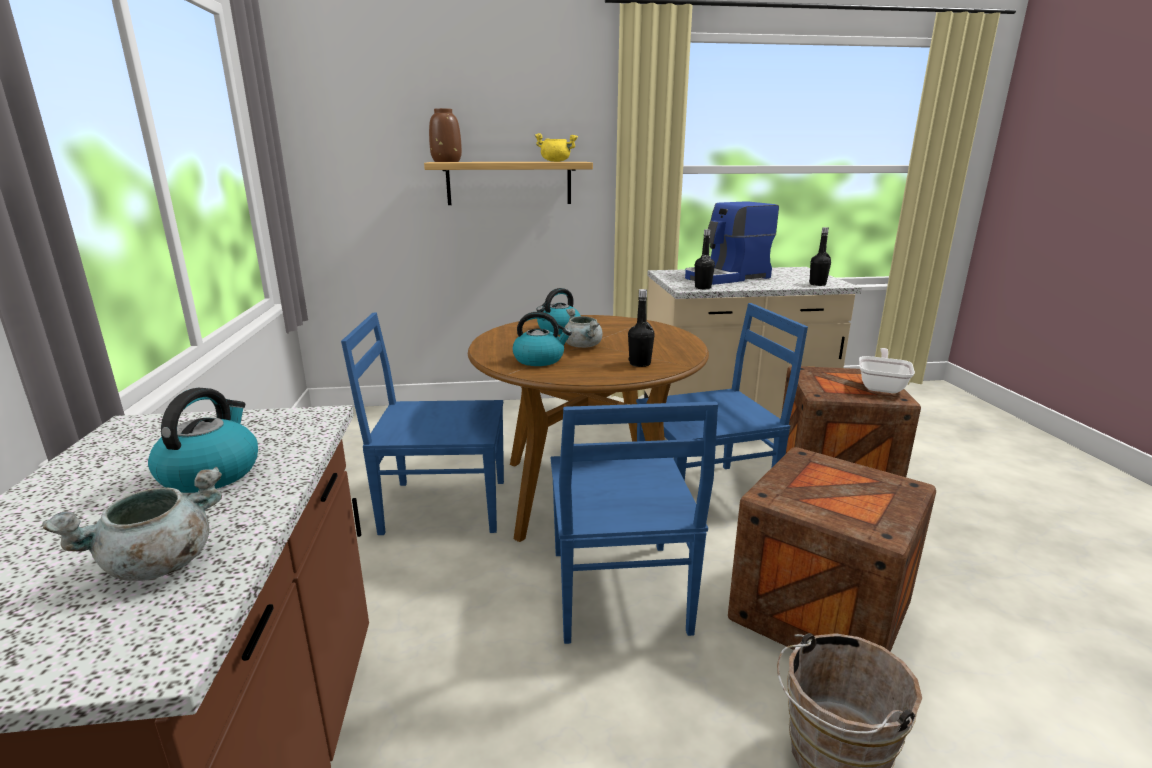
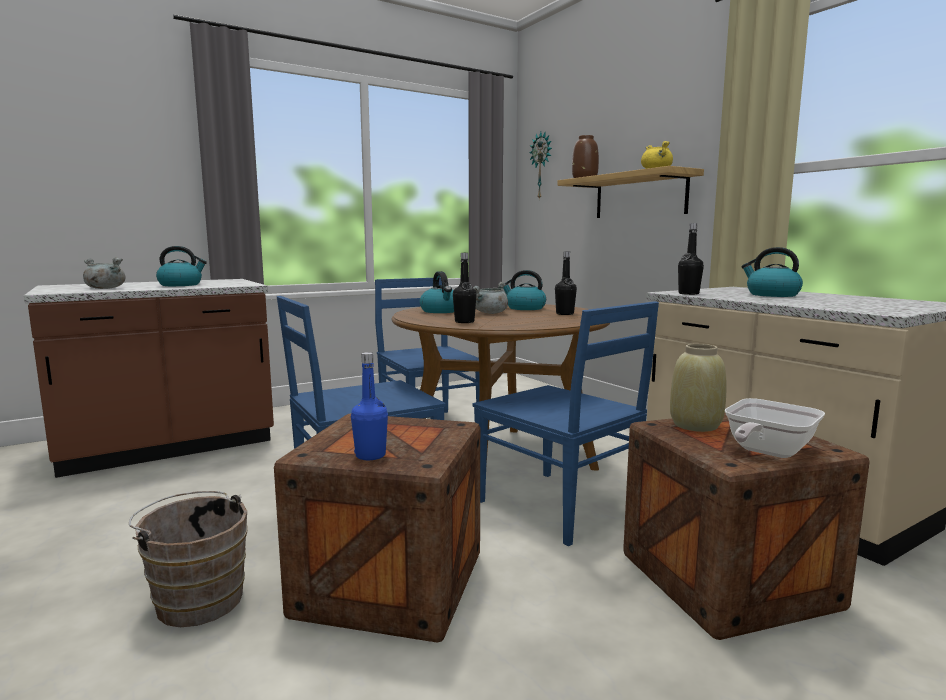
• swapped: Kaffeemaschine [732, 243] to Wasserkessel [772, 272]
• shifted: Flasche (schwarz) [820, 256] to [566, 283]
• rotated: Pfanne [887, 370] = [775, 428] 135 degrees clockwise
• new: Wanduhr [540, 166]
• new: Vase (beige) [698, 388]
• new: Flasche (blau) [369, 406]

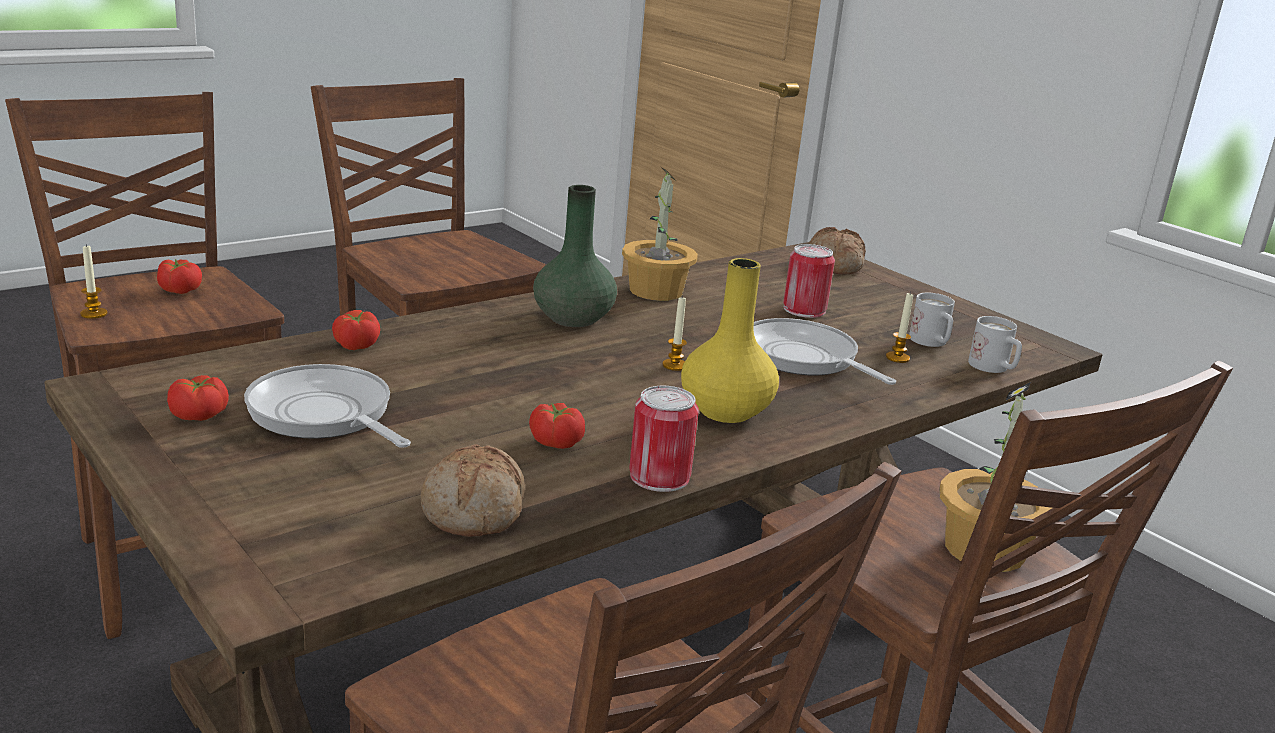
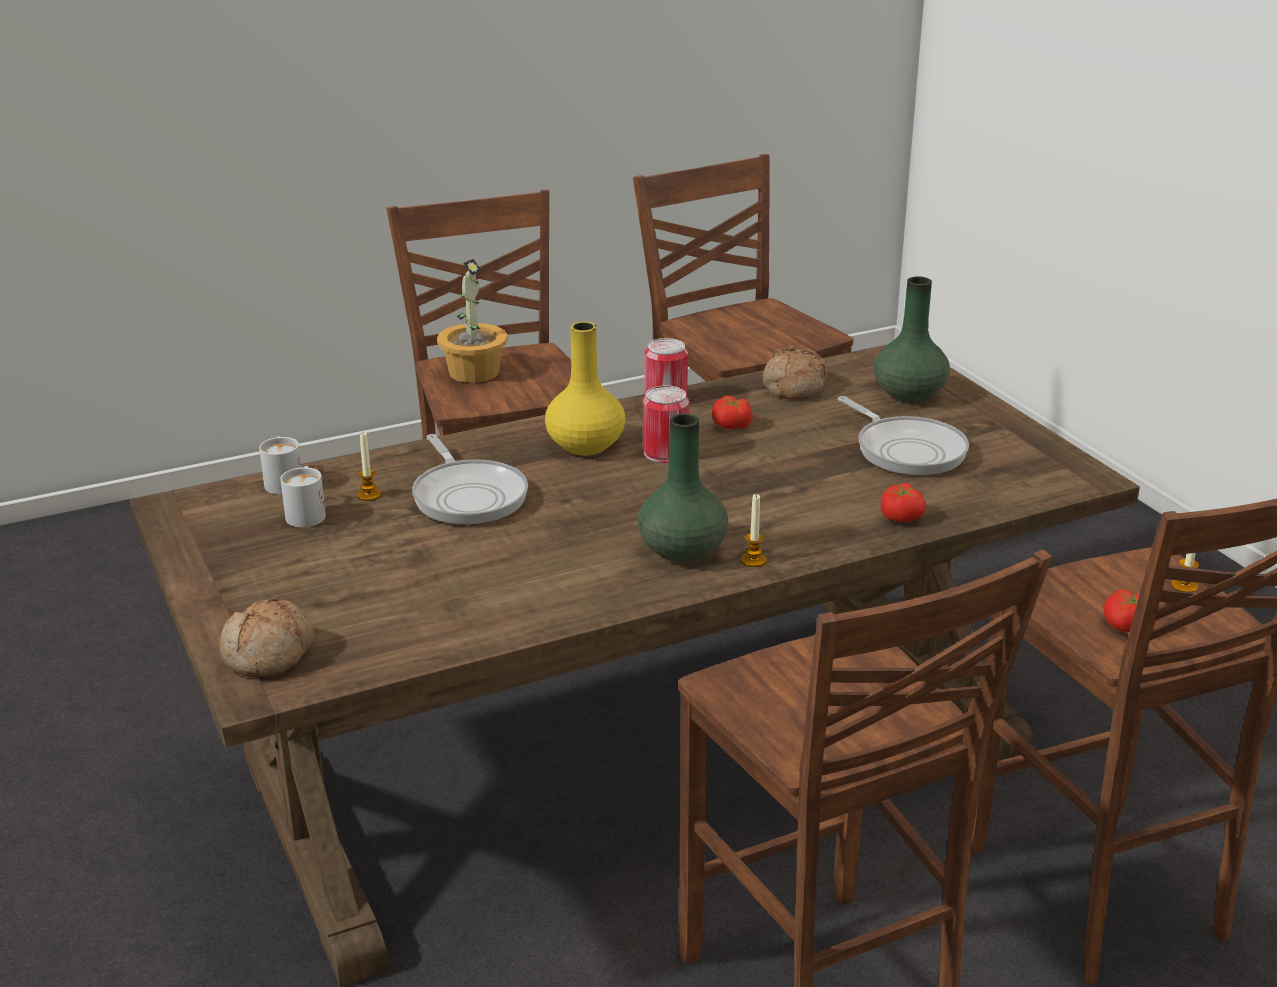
• gone: Topfpflanze [660, 234]
• shifted: Dose [809, 281] to [666, 424]
• shifted: Kerze [674, 333] to [754, 530]
• gone: Tomate [198, 398]
• new: Vase (grün) [912, 339]

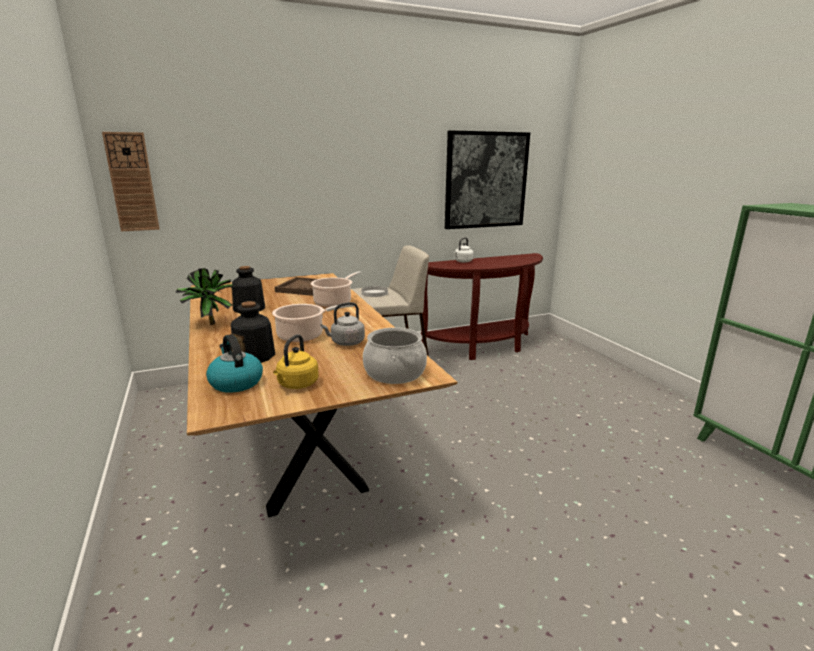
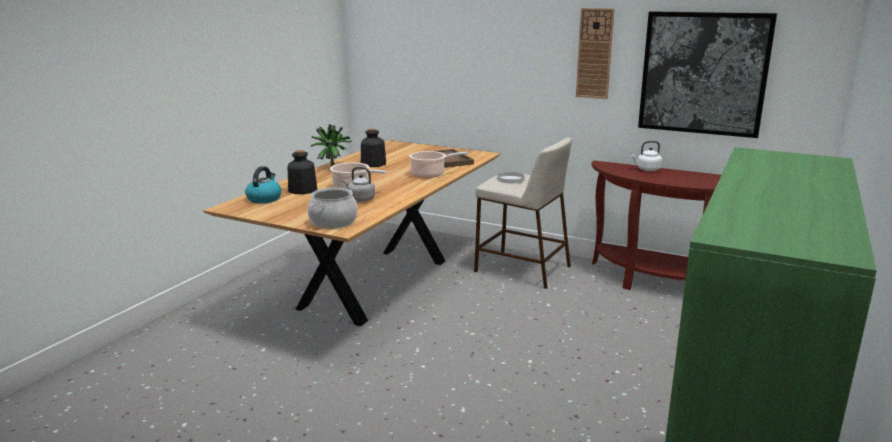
• shifted: Wanduhr [130, 181] to [595, 53]
• gone: Wasserkessel (gelb) [296, 361]

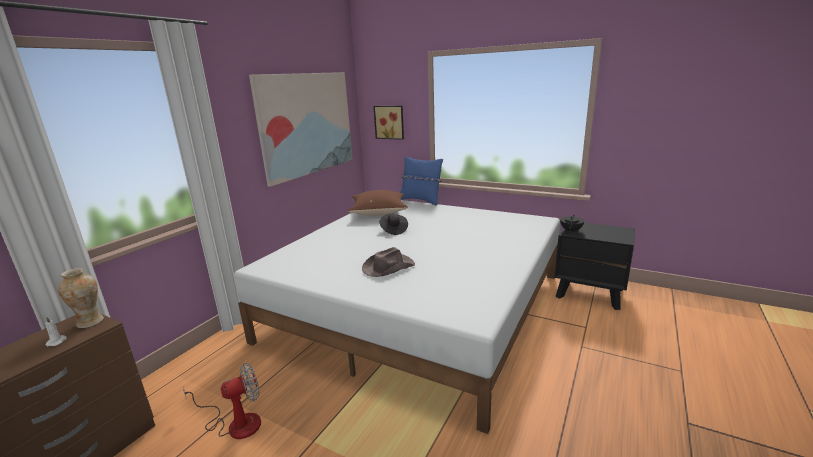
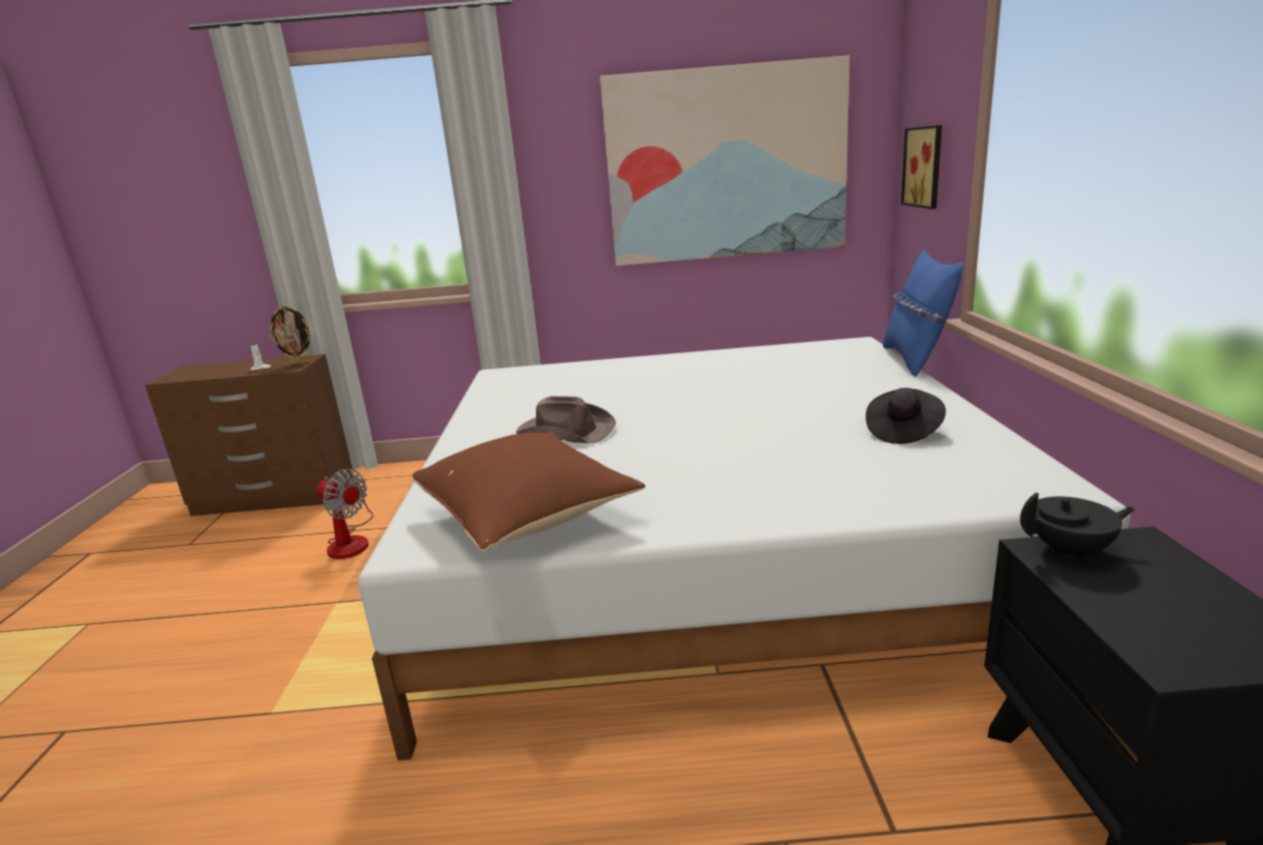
• shifted: Kissen (braun) [378, 203] to [529, 491]
• shifted: Hut (schwarz) [394, 224] to [906, 416]
• swapped: Vase [81, 298] to Bilderrahmen [290, 335]

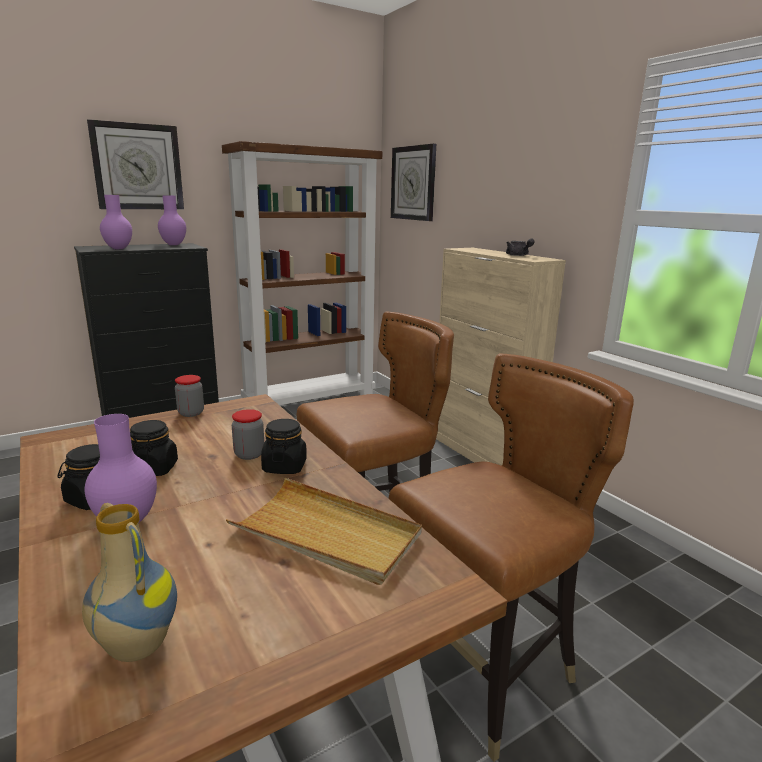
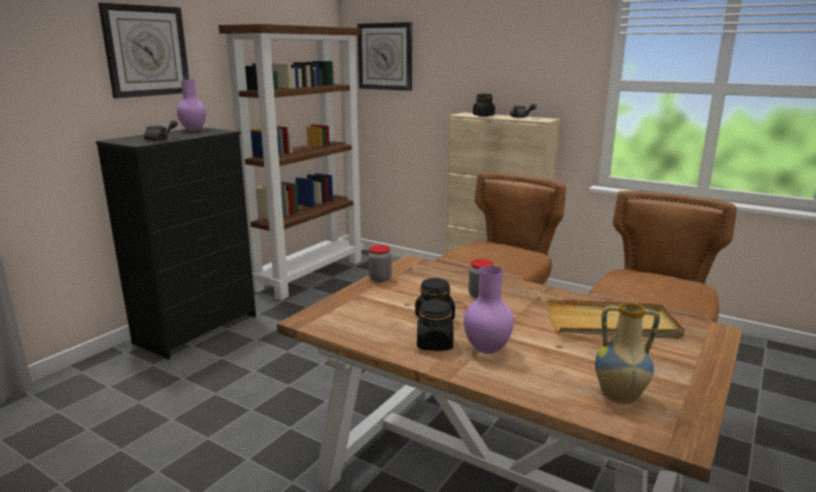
• swapped: Vase (lila) [116, 222] to Teekanne (grau) [161, 130]
• shifted: Vorratsglas (schwarz) [284, 446] to [484, 105]

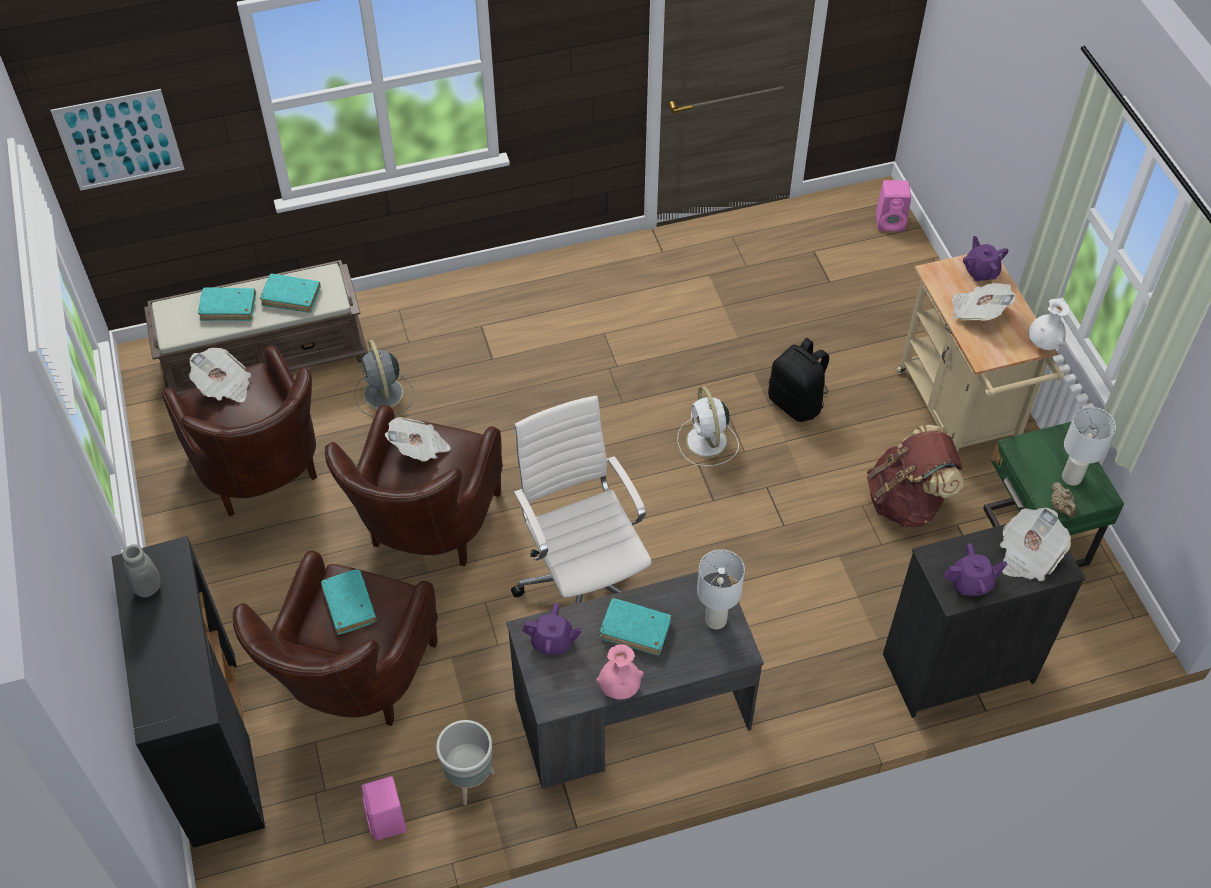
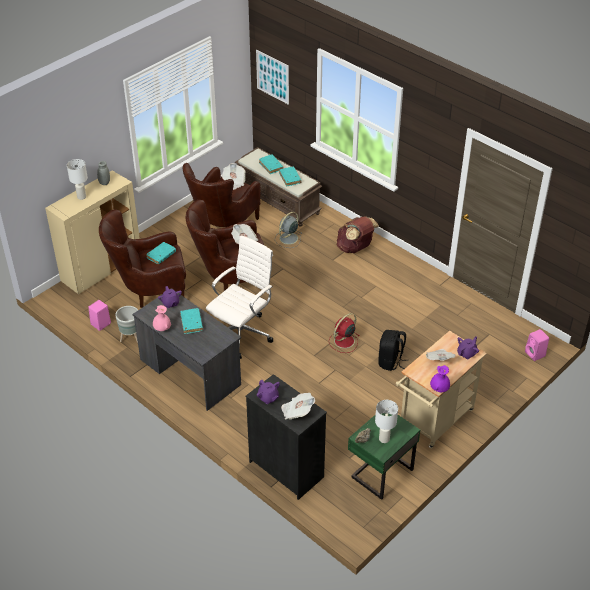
• repainted: Vase (weiß) [1049, 324] to Vase (lila) [440, 379]
• repainted: Ventilator (weiß) [708, 426] to Ventilator (rot) [344, 333]
• shifted: Rucksack (braun) [915, 476] to [358, 234]
• repainted: Schrank (schwarz) [188, 692] to Schrank (beige) [92, 232]
• shifted: Tischlampe (weiß) [721, 589] to [77, 179]

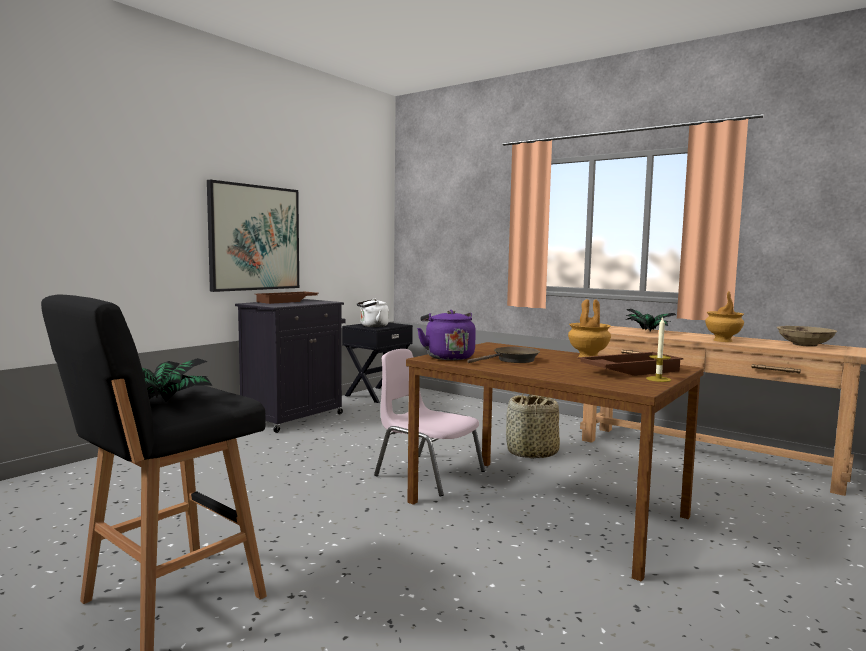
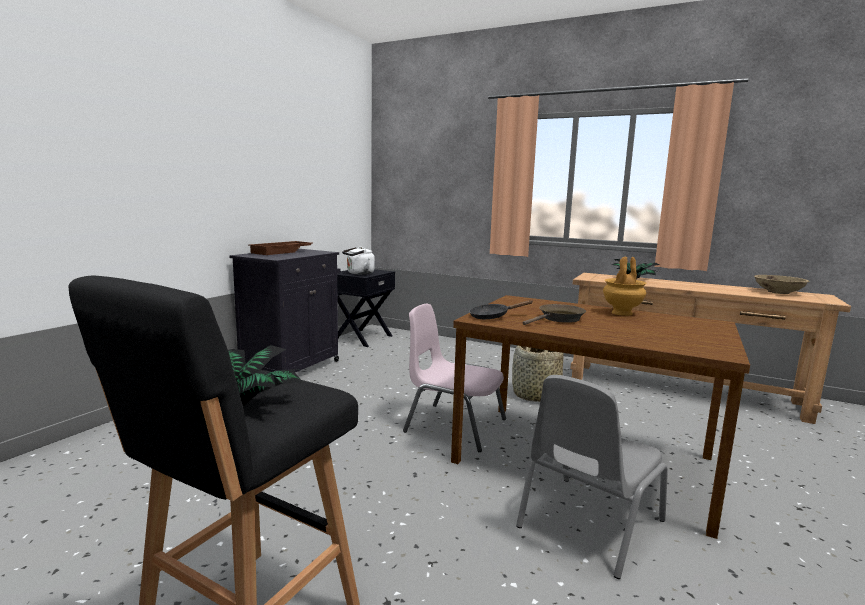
• gone: Bild [253, 236]
• gone: Vase (braun) [724, 316]
• swapped: Wasserkessel (lila) [446, 335] to Pfanne (schwarz) [501, 309]
• gone: Kerze [658, 349]
• gone: Tablett (braun) [631, 364]
• new: Stuhl (grau) [592, 477]

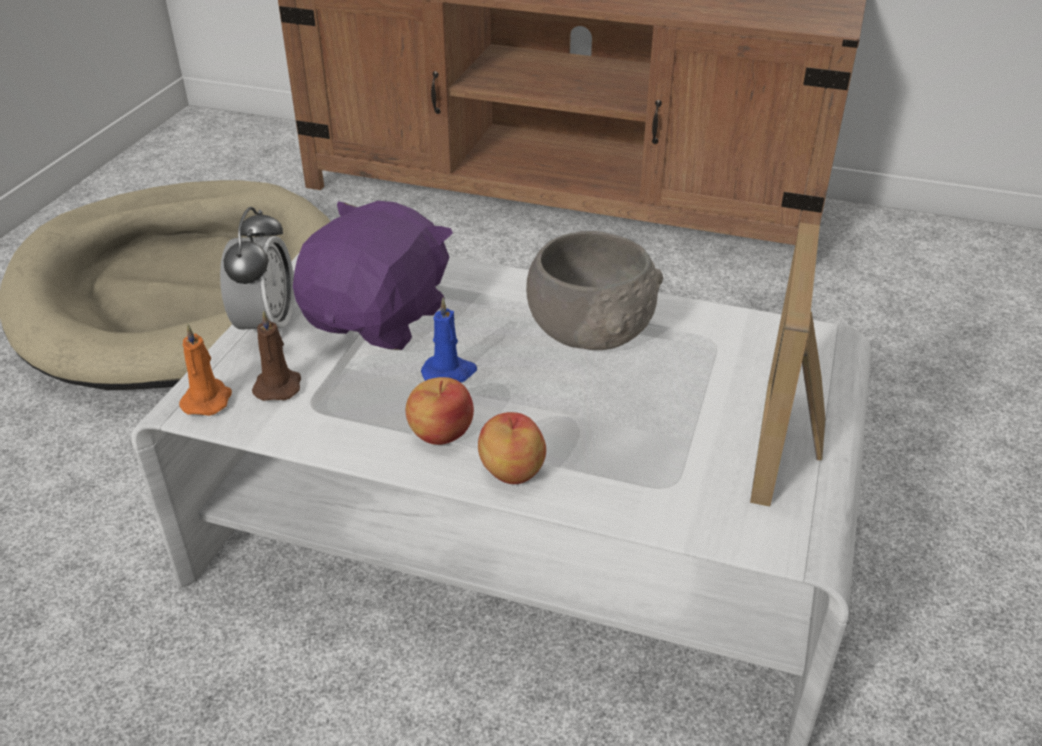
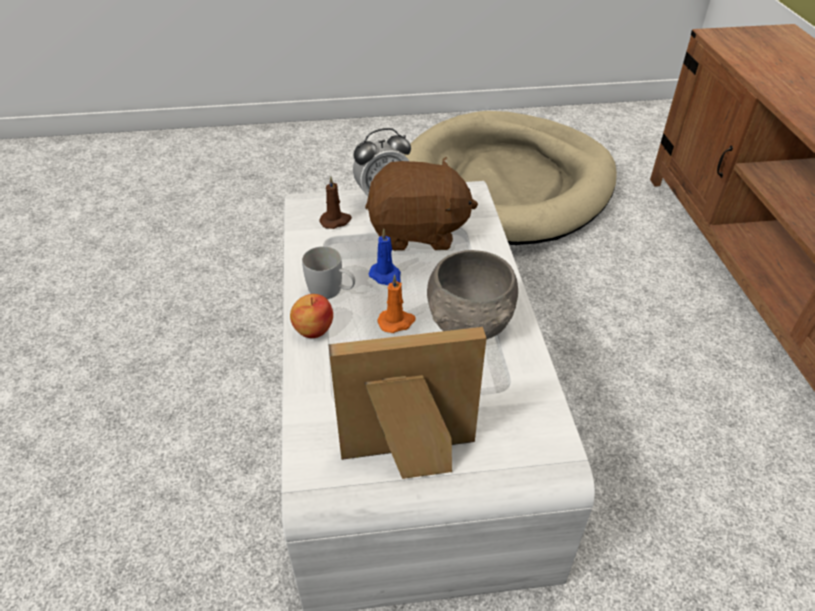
• repainted: Plüschtier (lila) [373, 275] to Plüschtier (braun) [421, 204]
• shifted: Kerze (orange) [205, 370] to [396, 304]
• swapped: Apfel [440, 411] to Henkelbecher (weiß) [328, 272]

